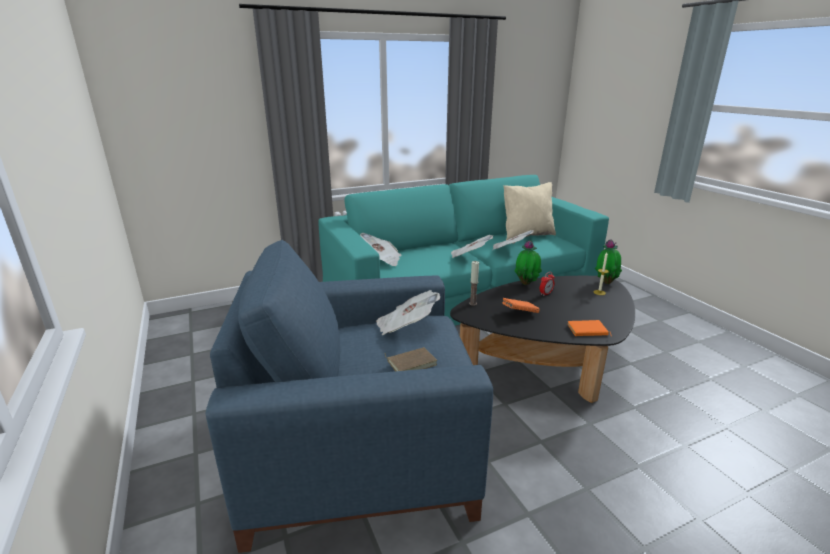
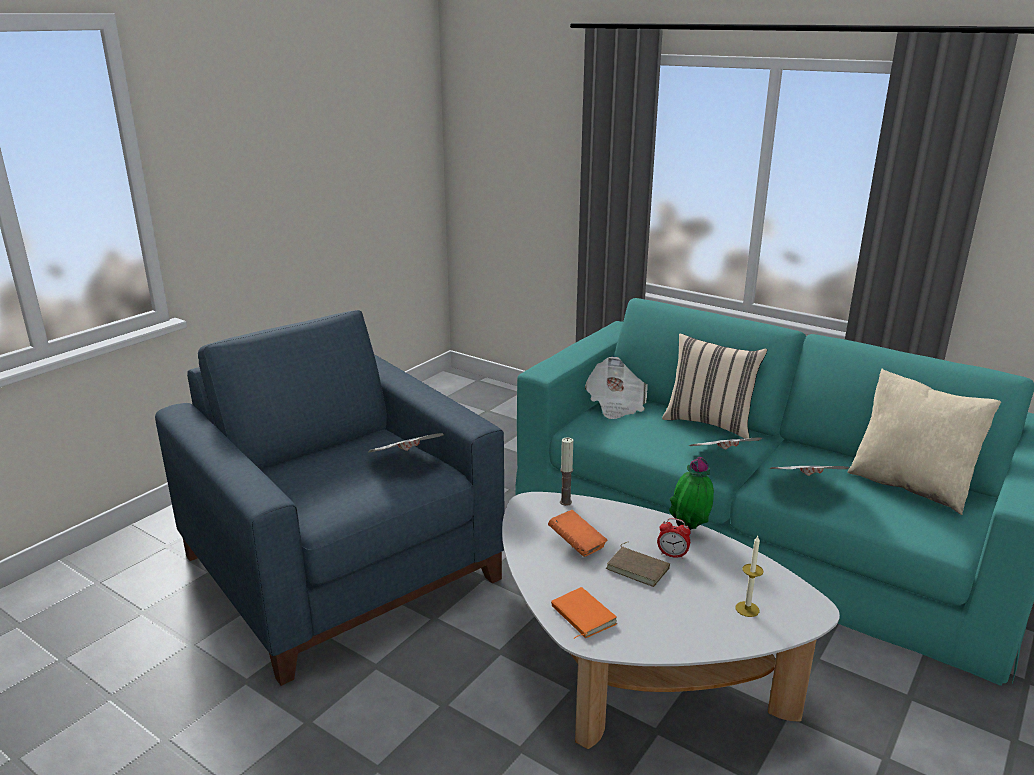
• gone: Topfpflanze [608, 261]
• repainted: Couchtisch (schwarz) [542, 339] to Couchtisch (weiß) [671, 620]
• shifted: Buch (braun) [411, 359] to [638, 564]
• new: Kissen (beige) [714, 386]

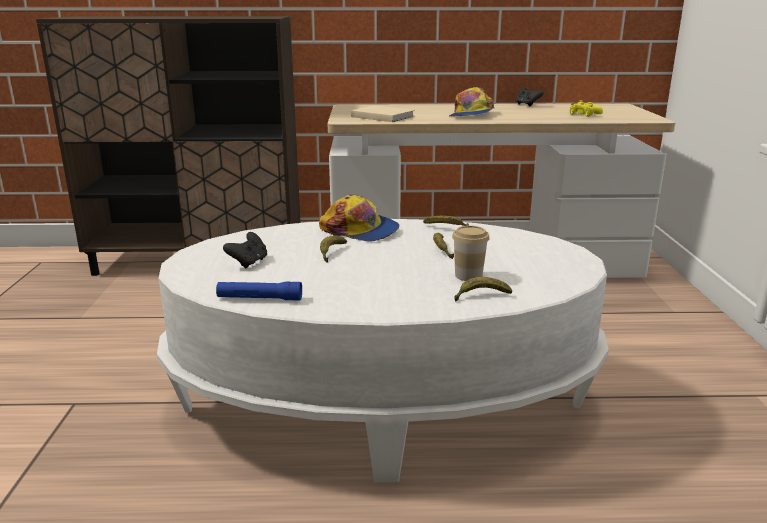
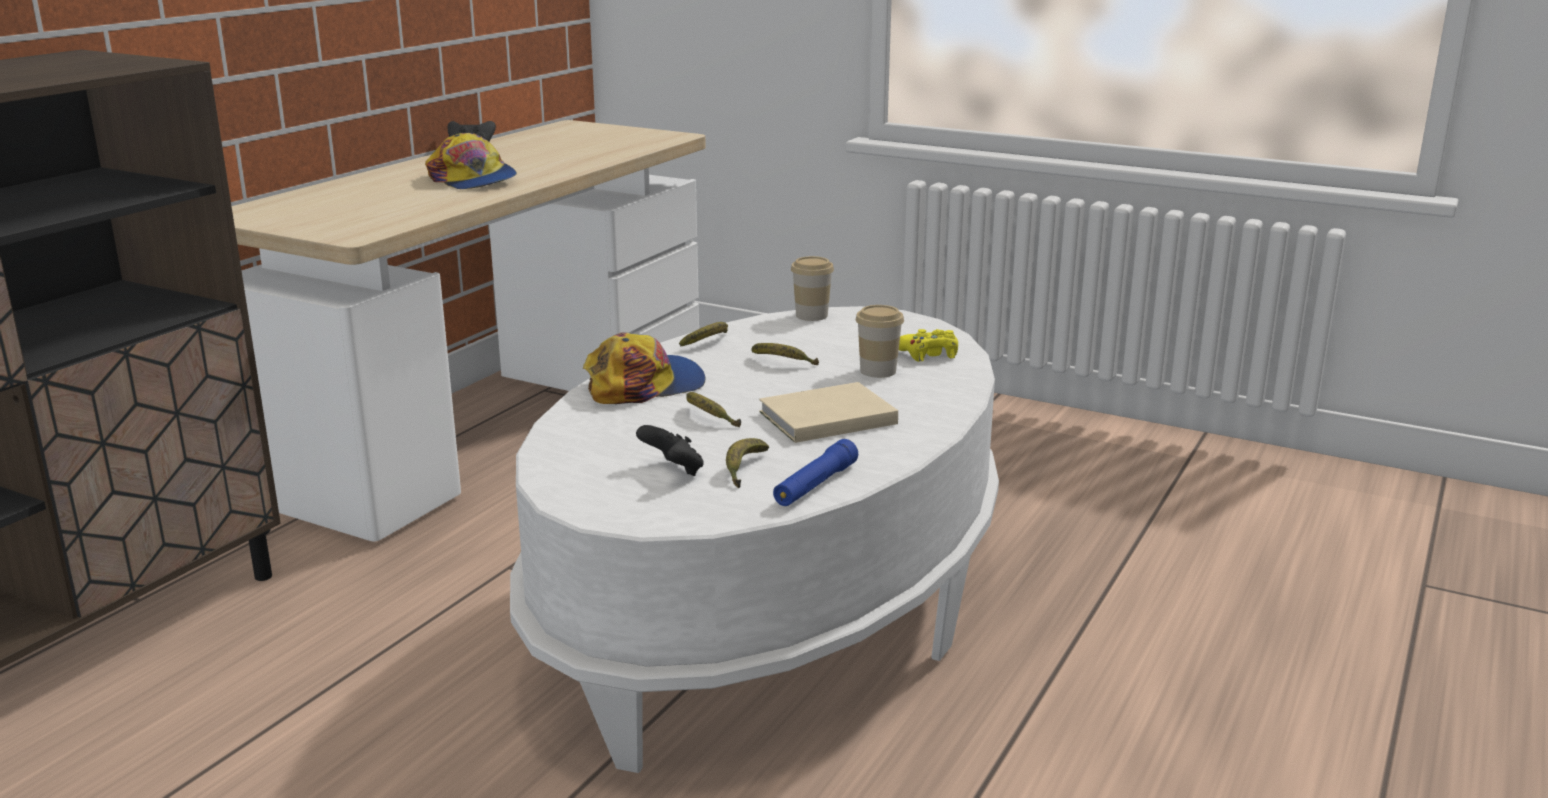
• shifted: Gamepad (gelb) [586, 109] to [928, 345]
• shifted: Buch (beige) [382, 114] to [828, 412]
• shifted: Banane [483, 289] to [747, 463]
• new: Tasse [812, 288]

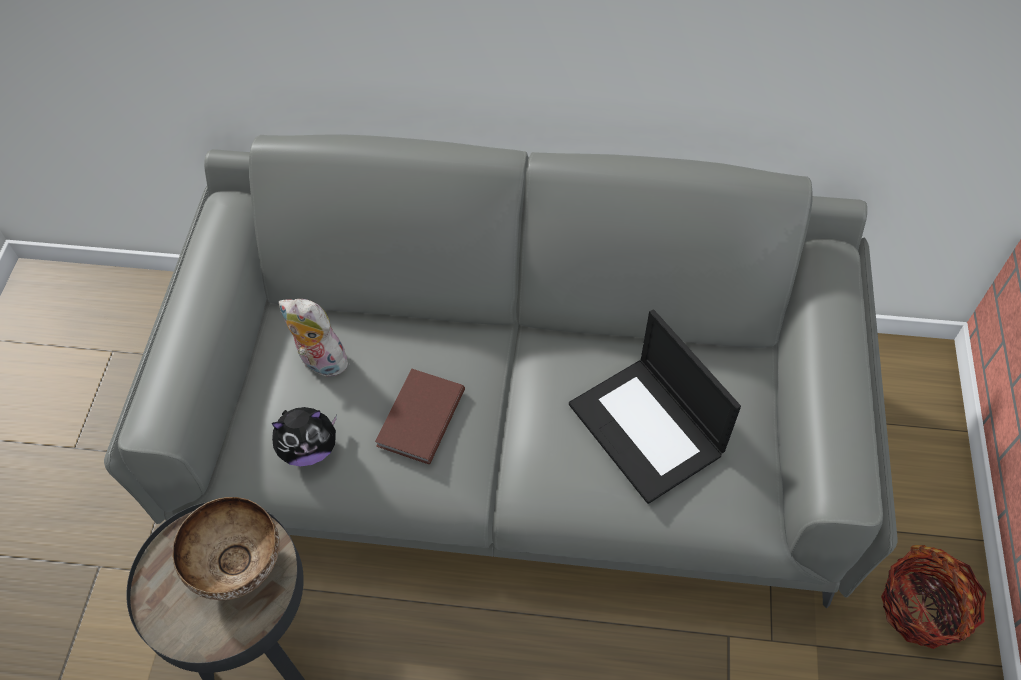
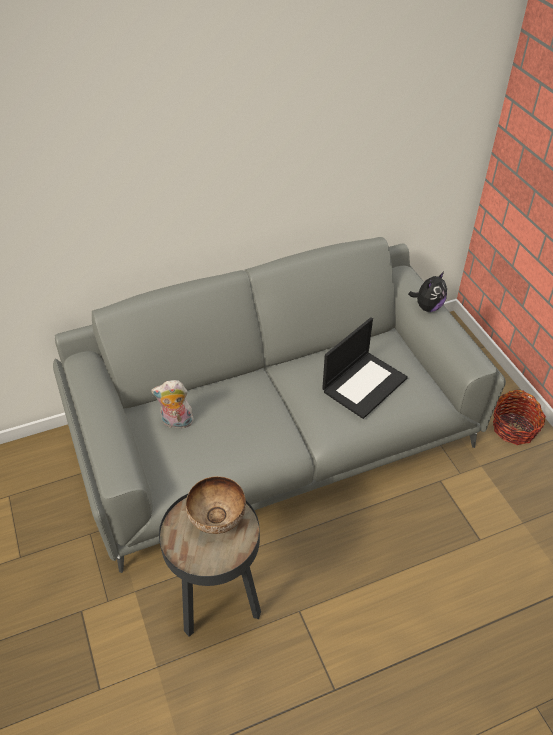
• rotated: Laptop [655, 406] = [365, 368] 75 degrees counterclockwise
• gone: Buch (braun) [420, 416]
• shifted: Plüschtier [304, 436] to [427, 292]

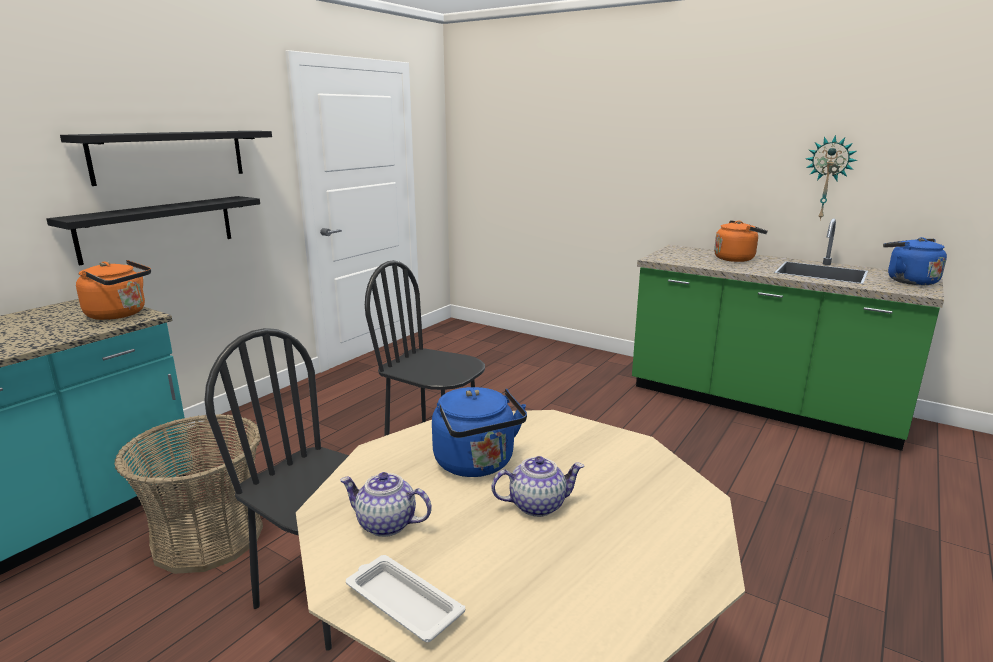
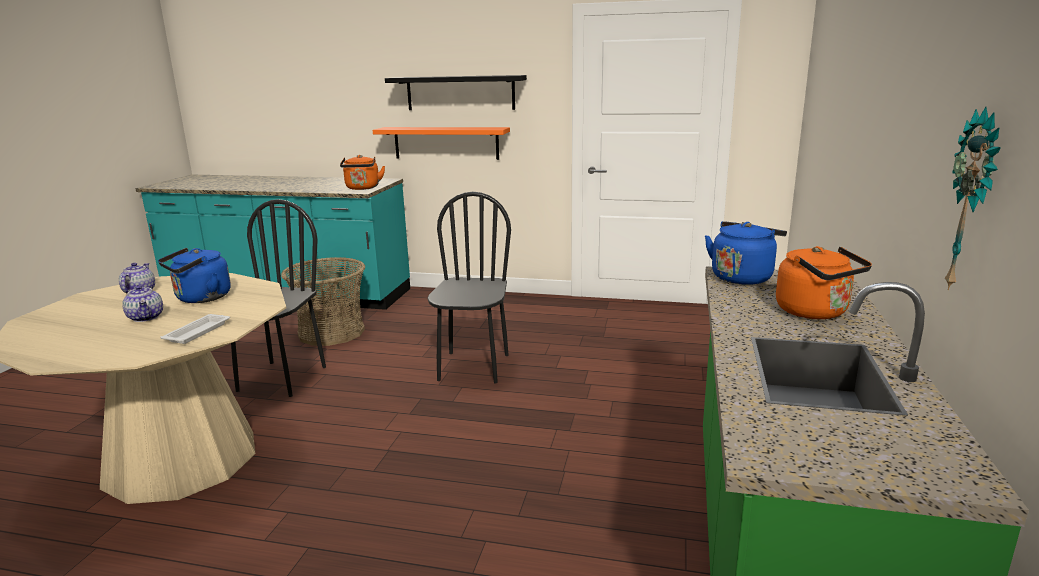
• repainted: Wandregal (schwarz) [153, 230] to Wandregal (orange) [441, 143]
• shifted: Wasserkessel (blau) [915, 261] to [746, 253]
• shifted: Tablett (weiß) [405, 598] to [195, 329]

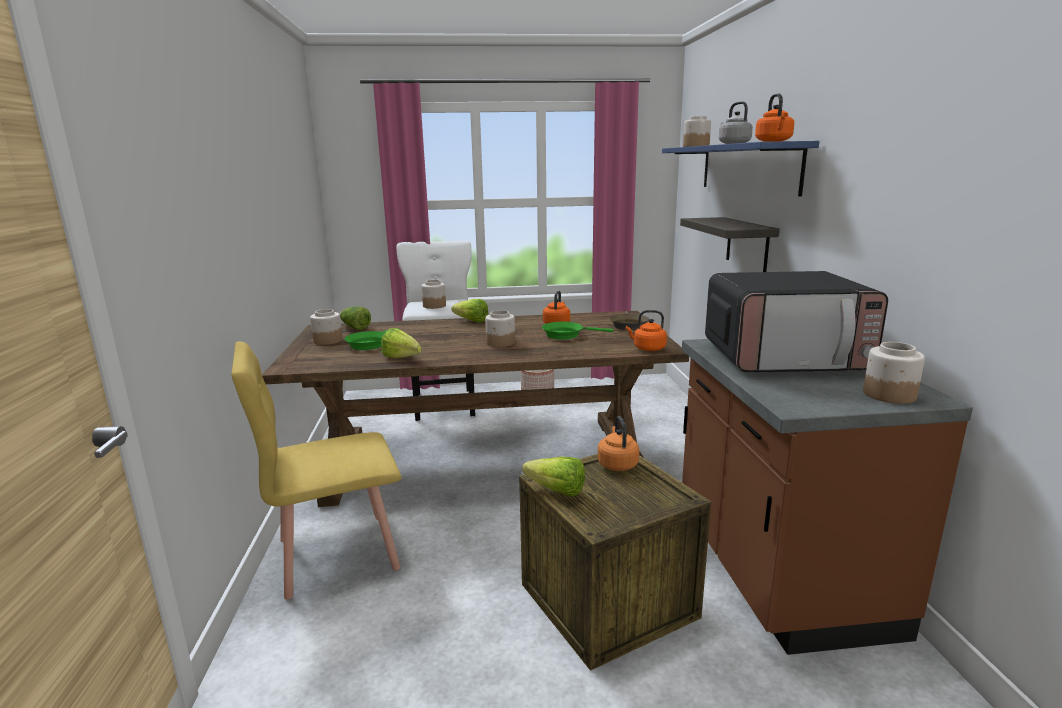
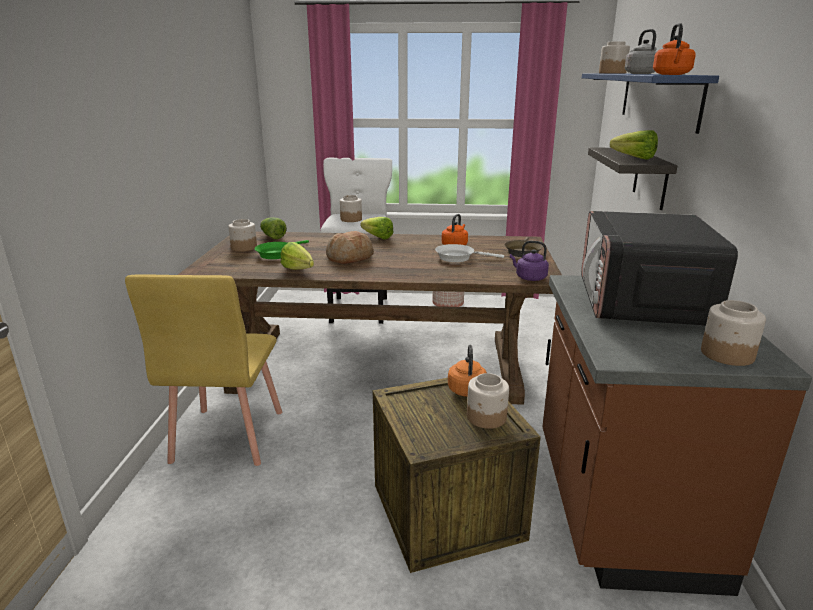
• rotated: Mikrowelle [796, 321] = [659, 268] 90 degrees clockwise
• shifted: Vorratsglas [500, 328] to [488, 401]
• repainted: Wasserkessel (orange) [646, 330] to Wasserkessel (lila) [529, 261]
• repainted: Pfanne (grün) [577, 331] to Pfanne (weiß) [469, 253]
• rotated: Stuhl (gelb) [316, 470] = [203, 370] 75 degrees counterclockwise
• shifted: Salatkopf [553, 477] to [634, 145]
• new: Brot [350, 247]

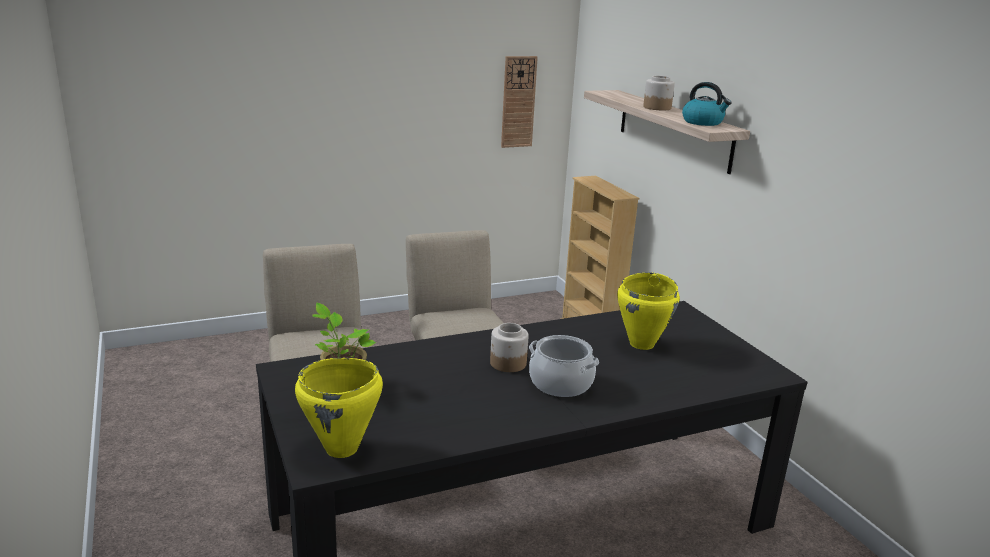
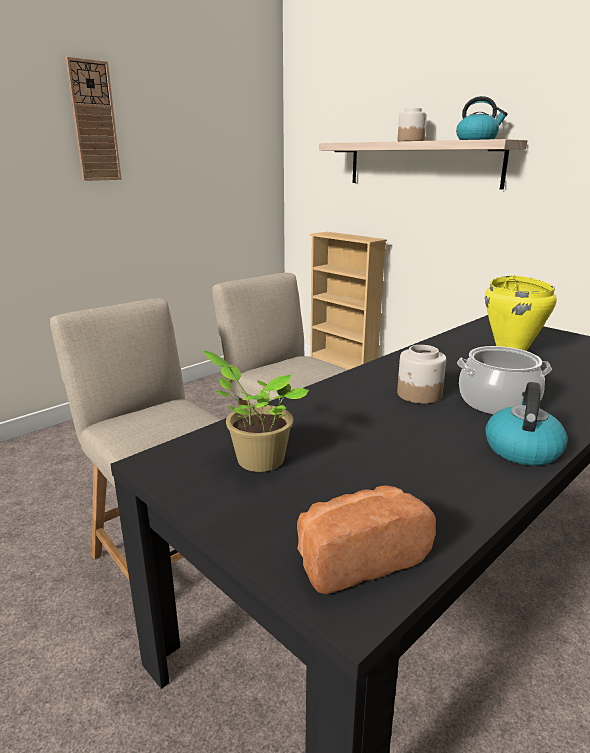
• shifted: Wanduhr [519, 102] to [93, 119]
• swapped: Kochtopf (gelb) [339, 408] to Brot [366, 539]
• new: Wasserkessel [526, 424]

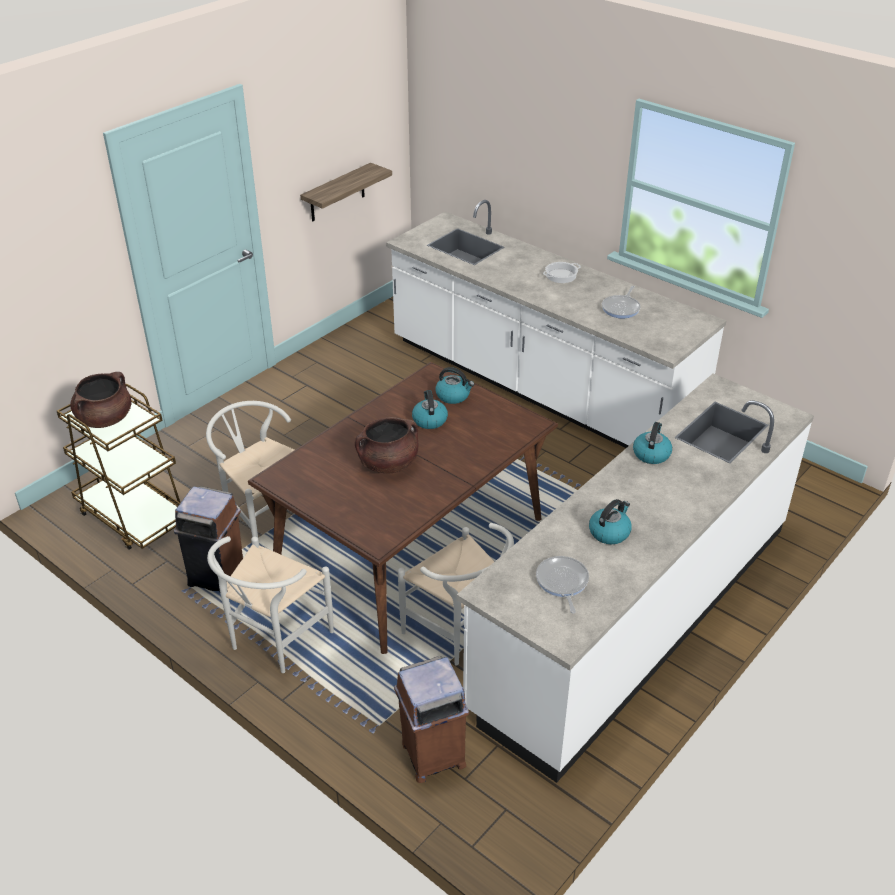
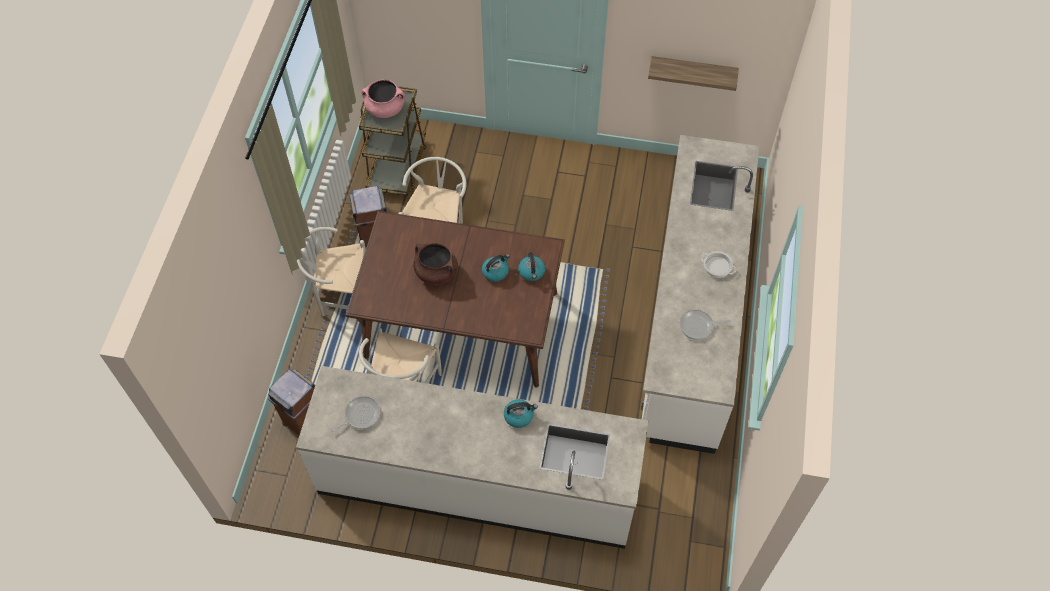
• repainted: Kochtopf (braun) [101, 400] to Kochtopf (rosa) [383, 98]
• gone: Wasserkessel [610, 521]

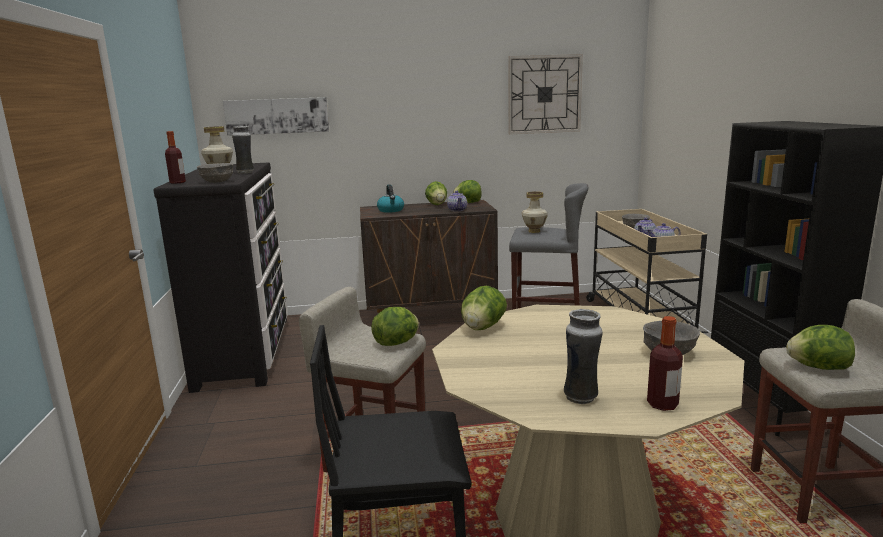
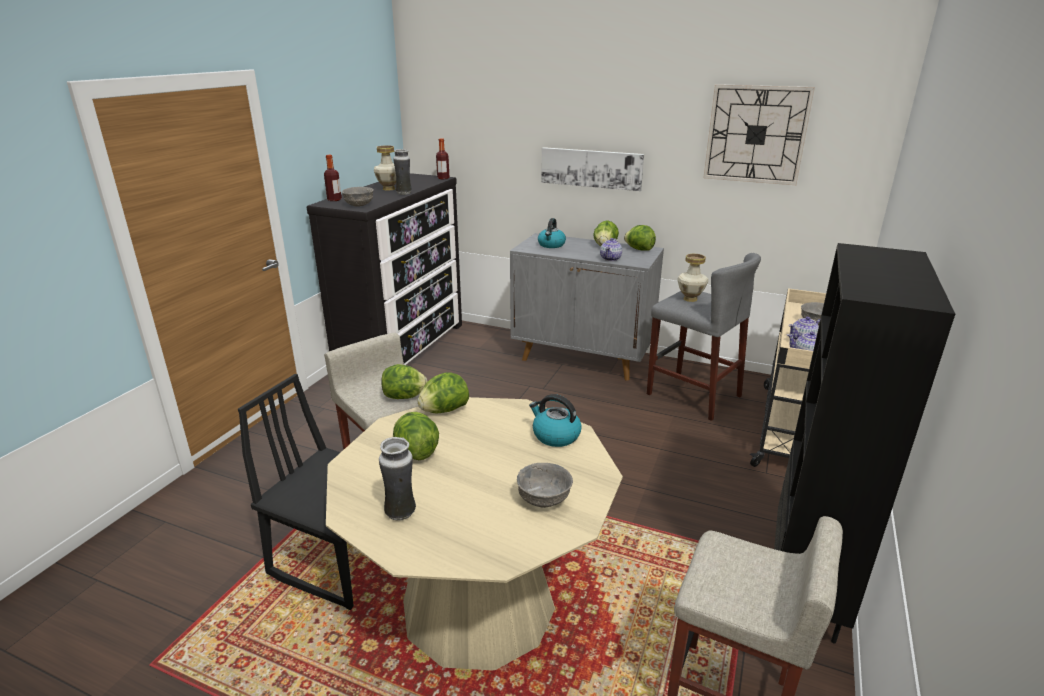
• shifted: Bild [276, 116] to [592, 169]
• repainted: Schrank (braun) [429, 256] to Schrank (grau) [587, 307]
• shifted: Flasche [665, 363] to [442, 158]
• shifted: Salatkopf [820, 347] to [416, 436]
• new: Wasserkessel [555, 420]

